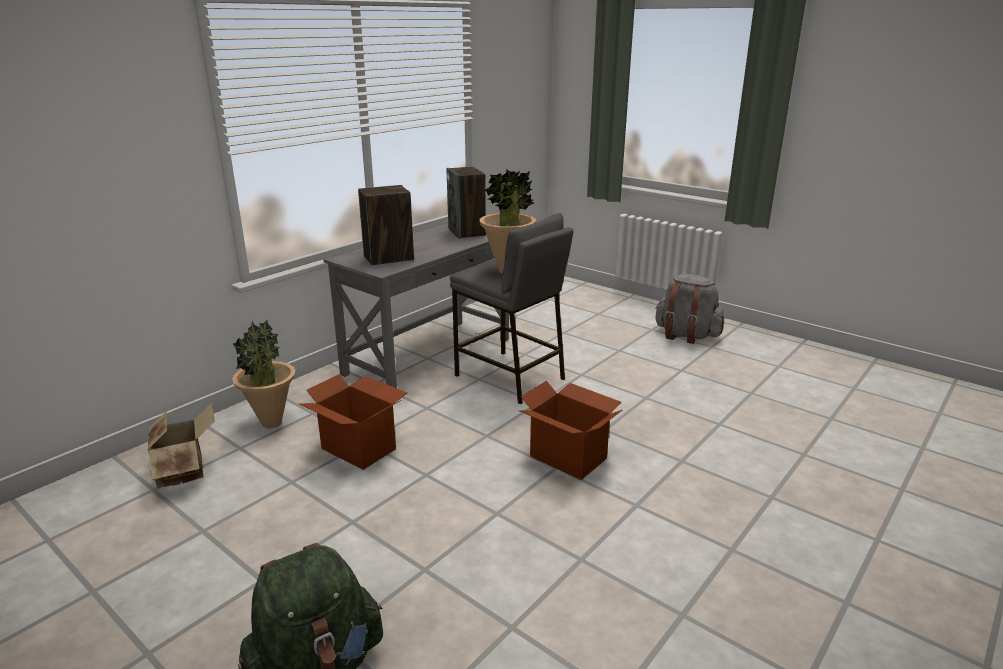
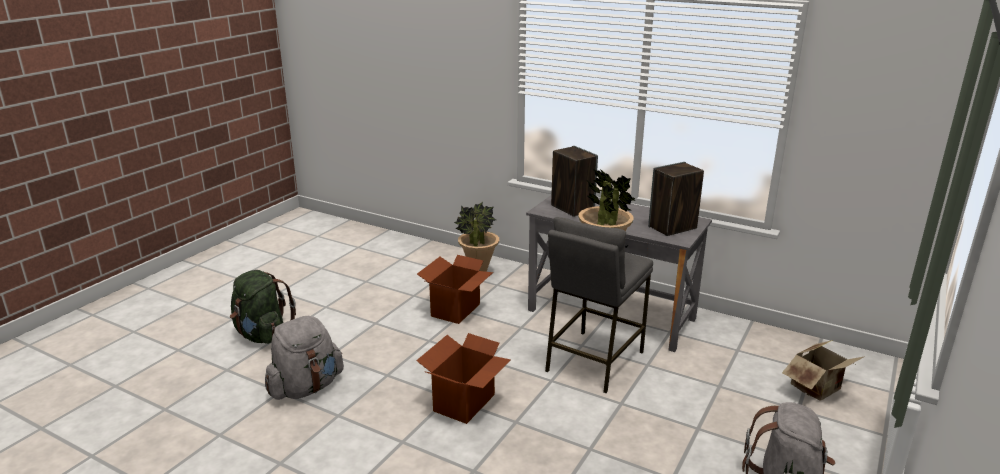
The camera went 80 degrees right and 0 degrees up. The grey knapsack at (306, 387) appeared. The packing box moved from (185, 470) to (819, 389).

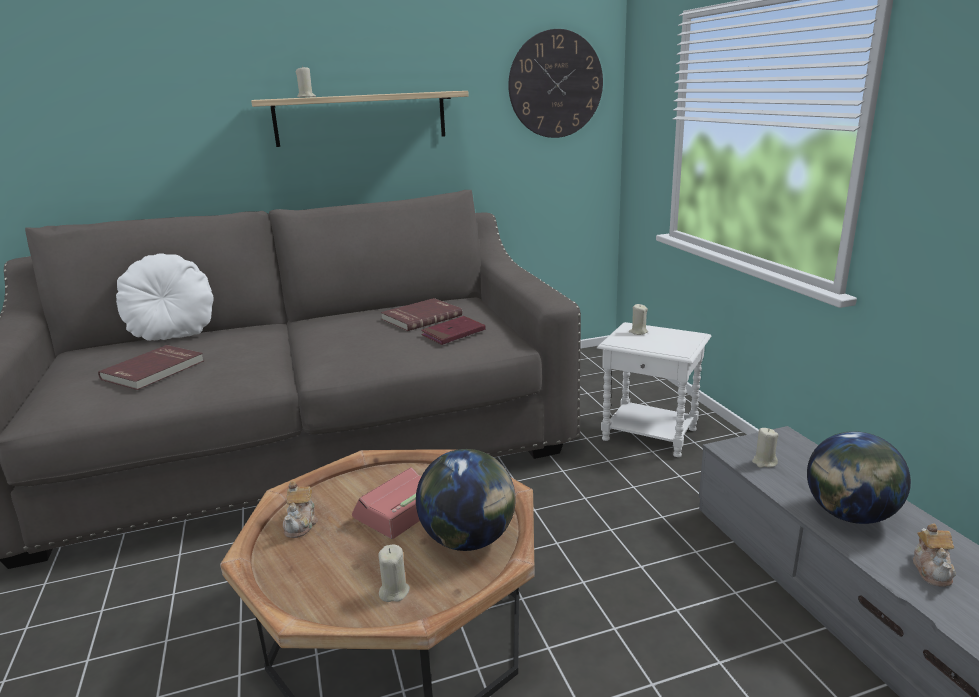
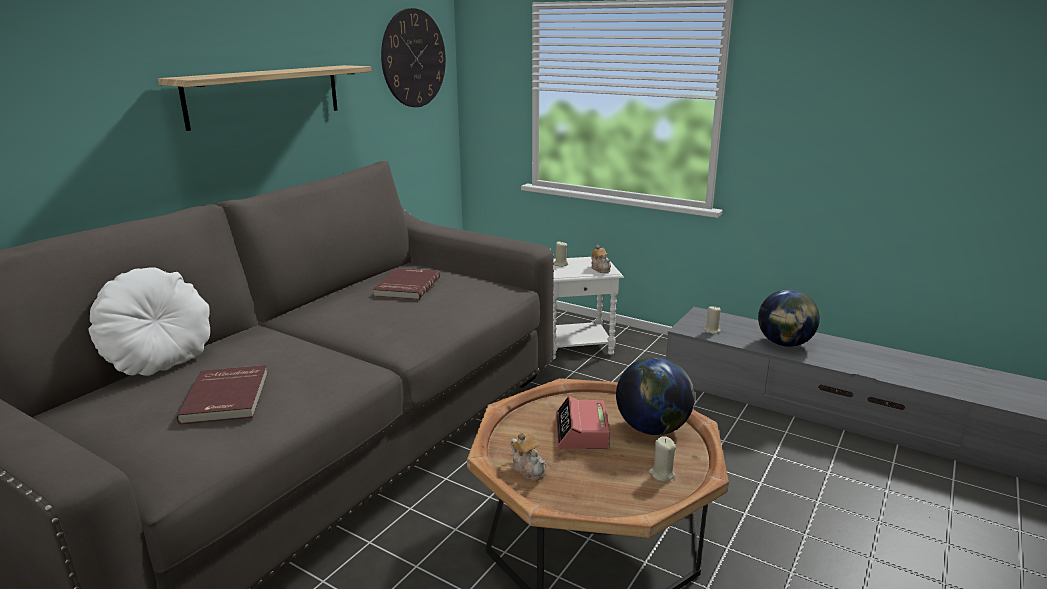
The camera went 40 degrees left and 0 degrees up. The beige wax candle at (306, 97) disappeared. The reddish bound book at (453, 333) disappeared. The tea pot moved from (932, 570) to (600, 269).

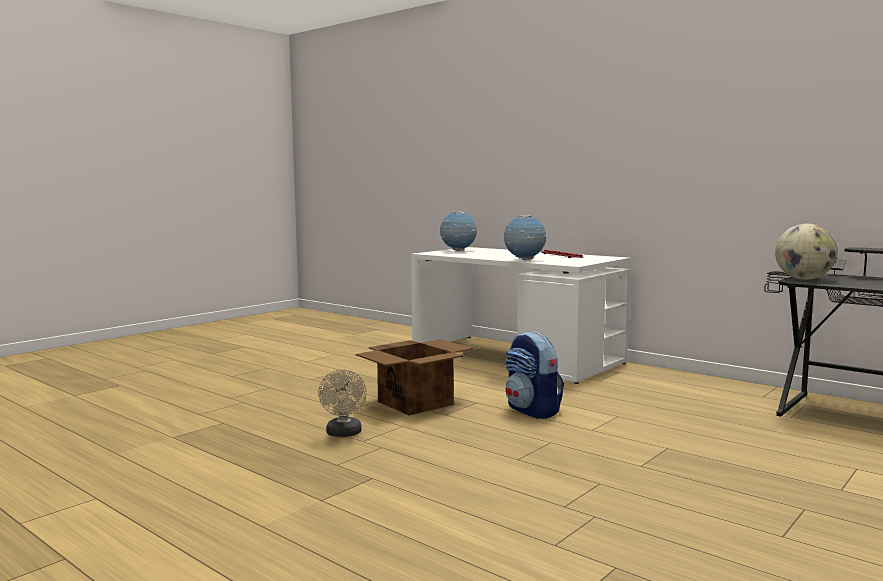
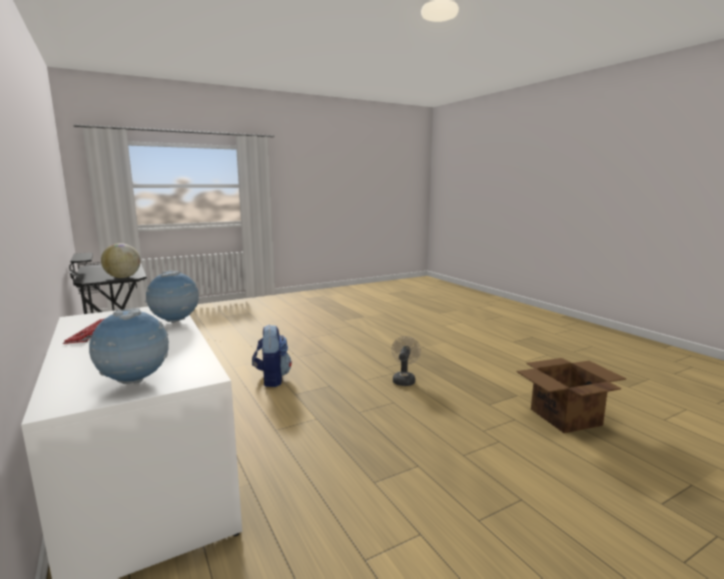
The camera went 160 degrees left and 5 degrees up. The packing box moved from (416, 403) to (564, 417).

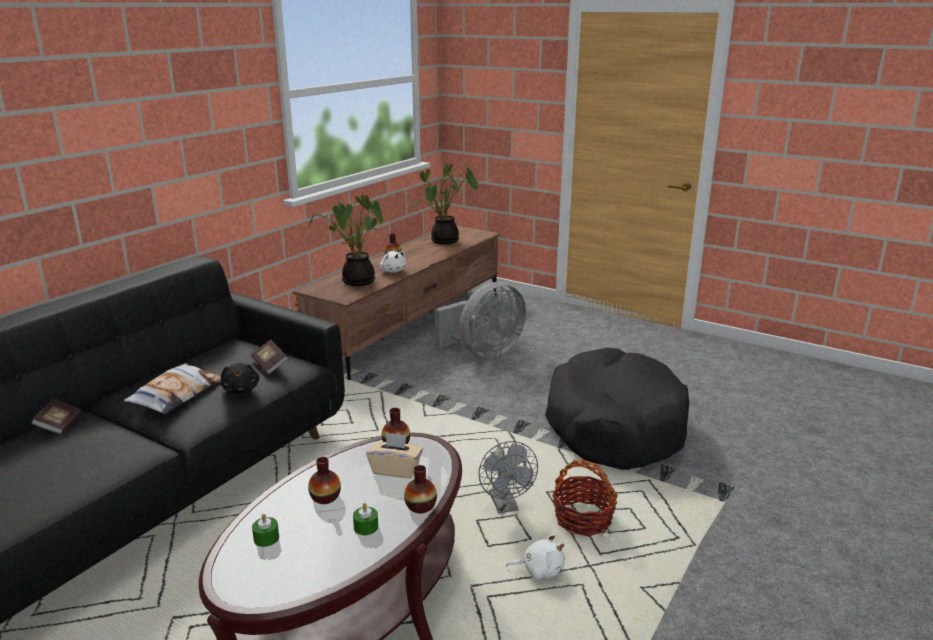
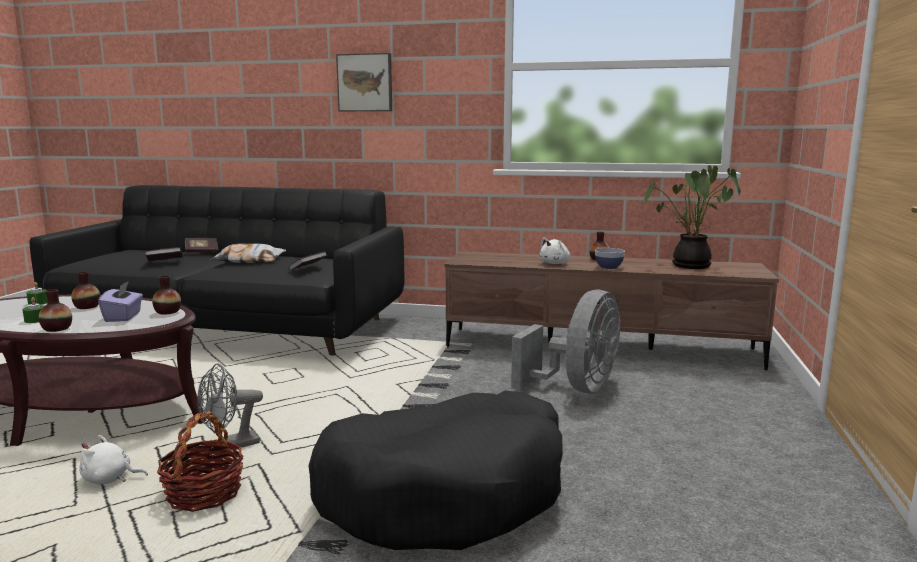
The camera went 70 degrees right and 10 degrees down. The black-coloured plush toy at (241, 389) disappeared. The potted plant at (355, 282) disappeared. The bound book at (165, 261) appeared. The wall art at (365, 83) appeared. The bowl at (609, 267) appeared. The beige tissue box at (396, 469) became the purple tissue box at (123, 317). The grey fan at (484, 353) turned 90 degrees counterclockwise. The white-coloured plush toy at (540, 570) turned 105 degrees clockwise.

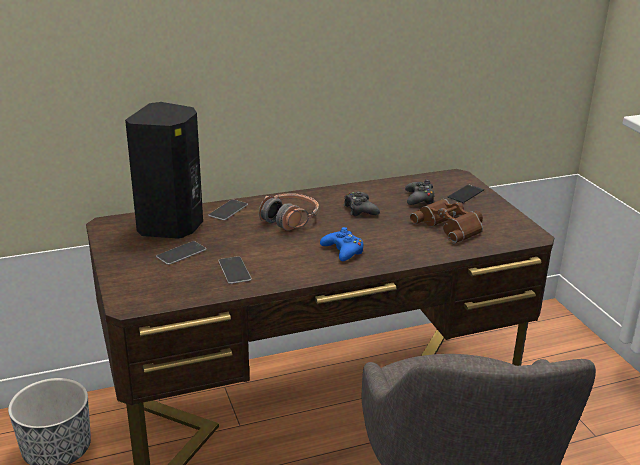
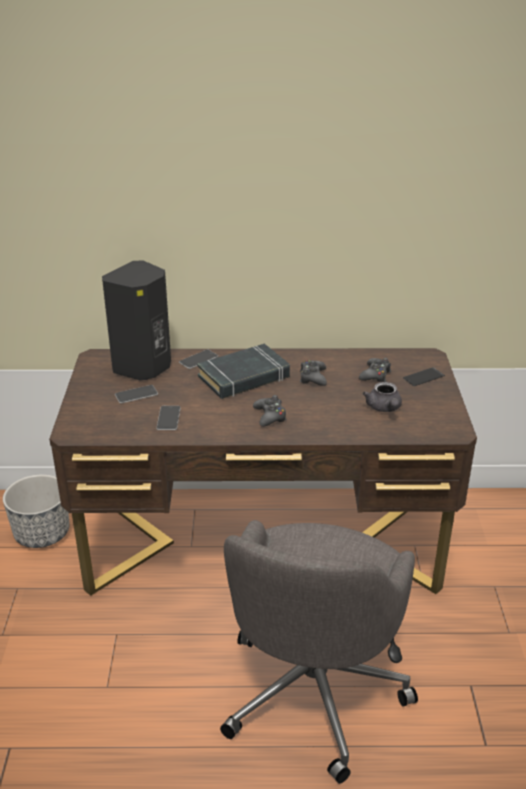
The camera went 20 degrees right and 5 degrees up. The pair of headphones at (289, 219) was replaced by the black-coloured bound book at (244, 377). The brownish field glasses at (450, 226) was replaced by the grey tea pot at (384, 408). The blue-coloured gamepad at (343, 251) became the black-coloured gamepad at (270, 416).

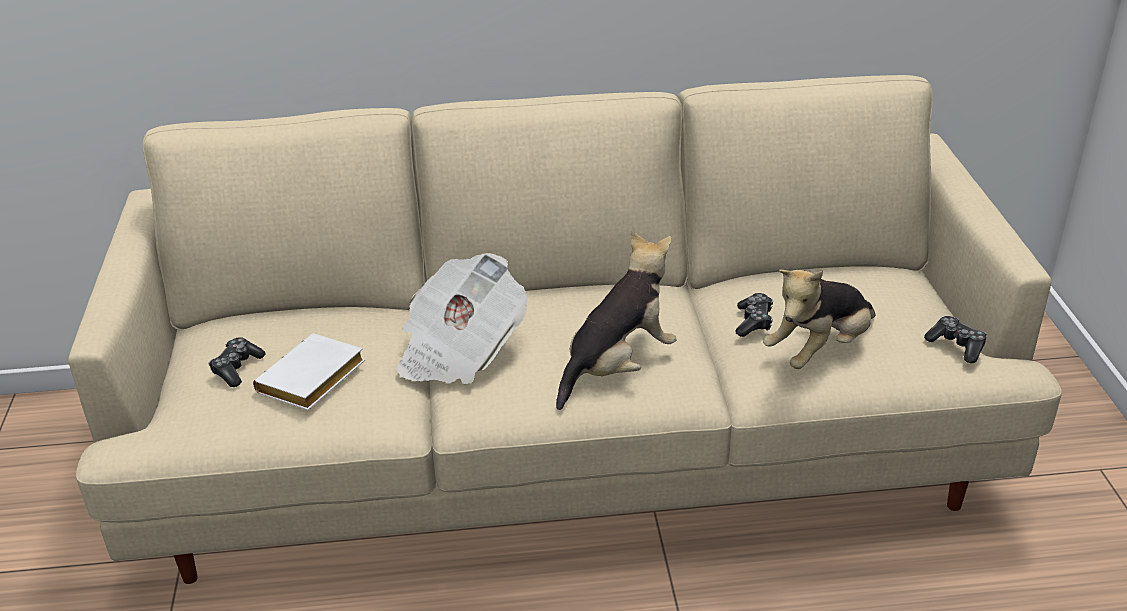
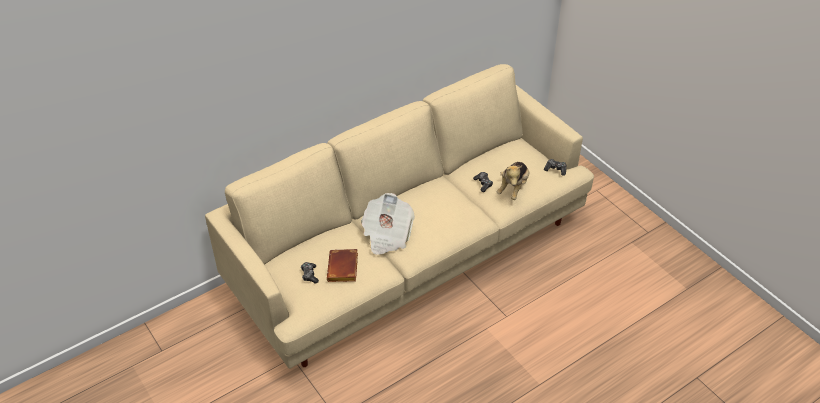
The camera went 30 degrees left and 10 degrees up. The plush toy at (617, 366) disappeared. The white-coloured bound book at (312, 381) became the brownish bound book at (344, 269).

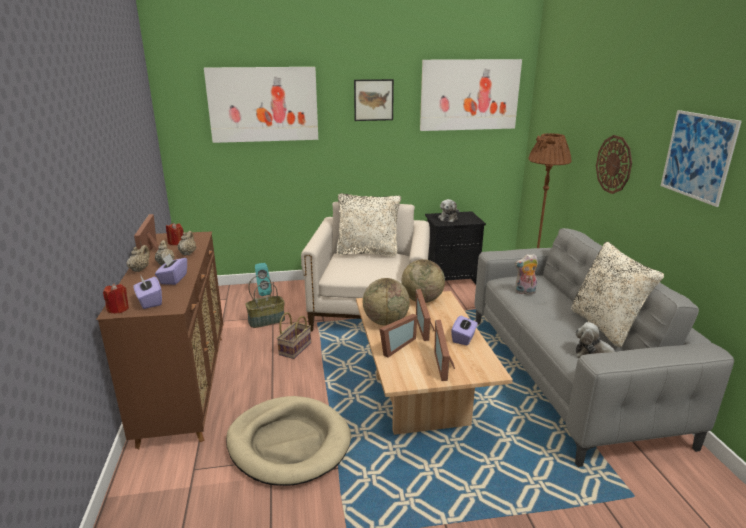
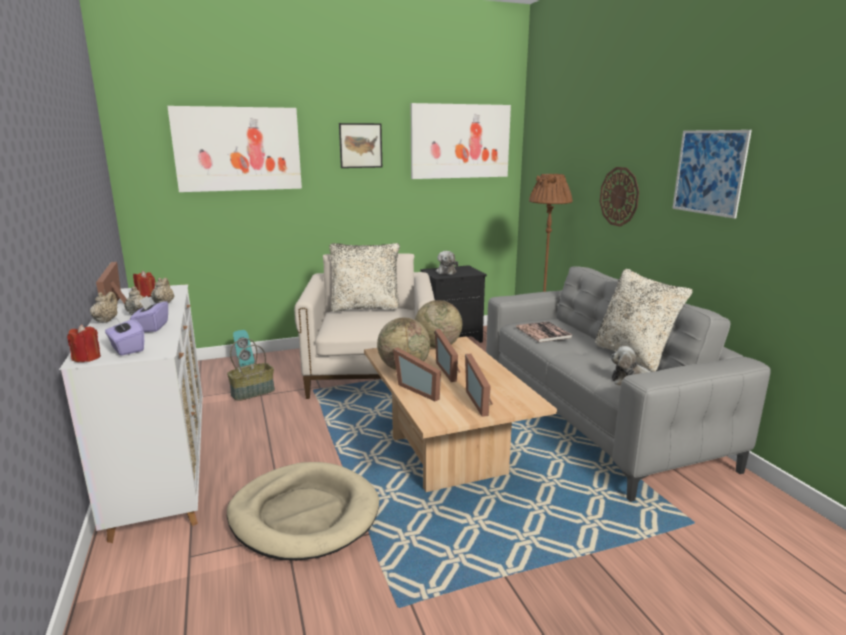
The camera went 10 degrees left and 5 degrees down. The basket at (295, 348) disappeared. The purple tissue box at (464, 338) disappeared. The plush toy at (524, 292) was replaced by the bound book at (543, 333). The brownish storage cabinet at (185, 385) became the white-coloured storage cabinet at (163, 467). The standing frame at (394, 346) turned 105 degrees clockwise.

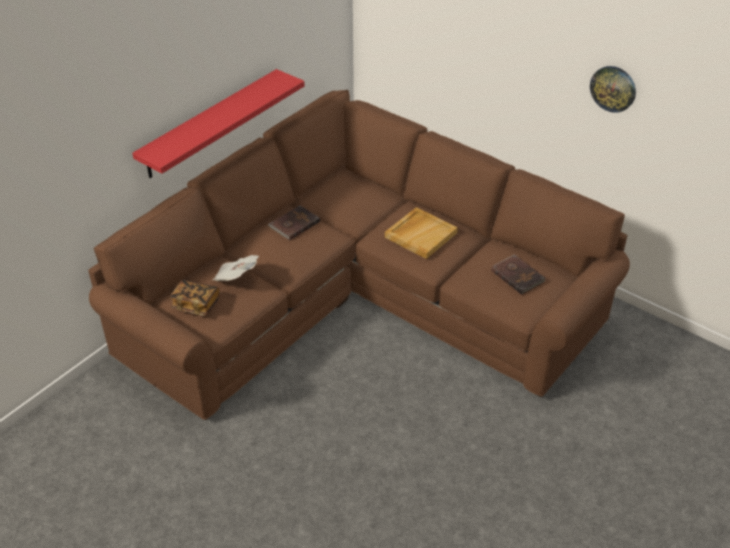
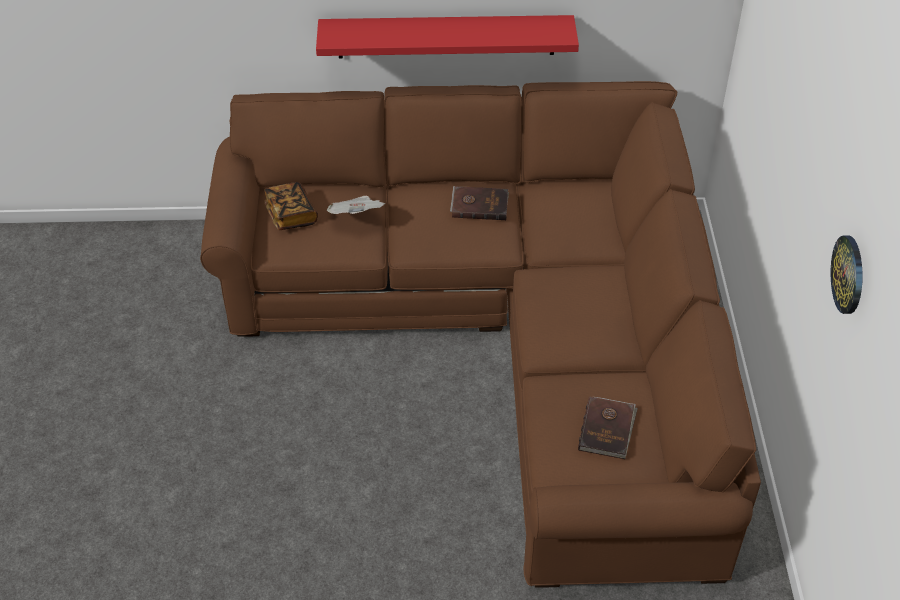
The camera went 50 degrees right and 5 degrees up. The beige serving tray at (420, 234) disappeared.

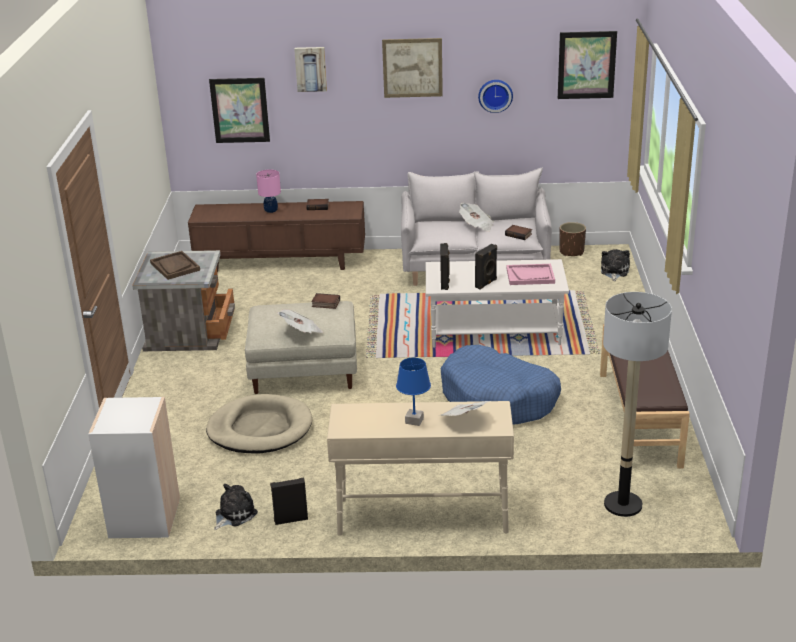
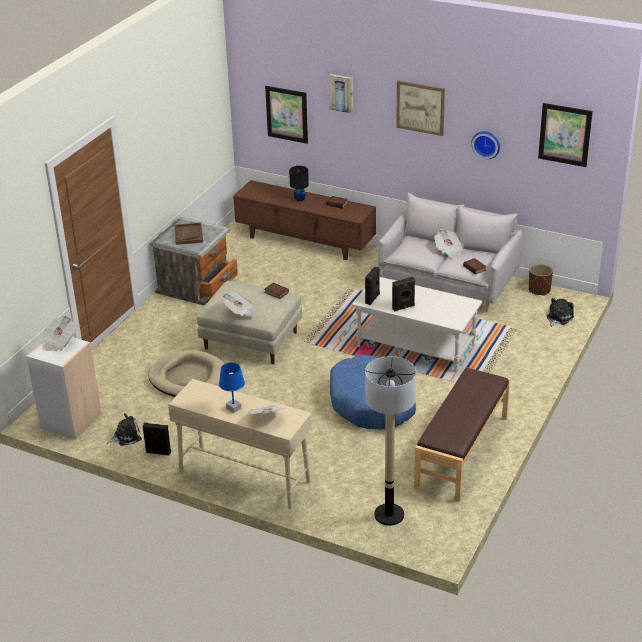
The camera went 25 degrees right and 5 degrees up. The pink serving tray at (530, 276) disappeared. The daily paper at (59, 342) appeared. The pink lamp for a table at (270, 211) became the black-coloured lamp for a table at (299, 200).

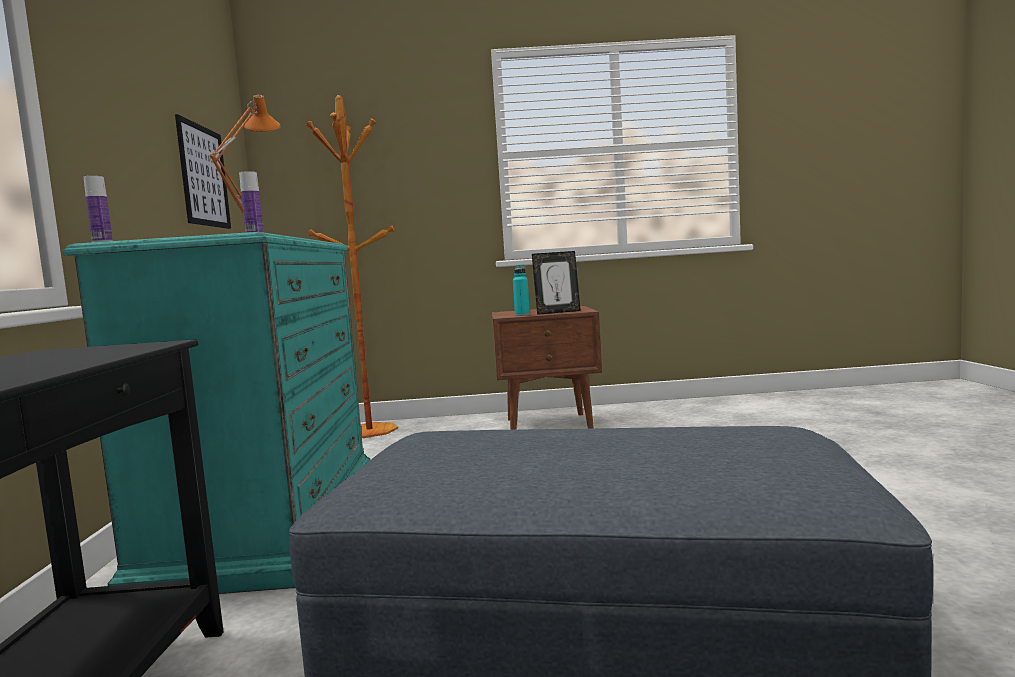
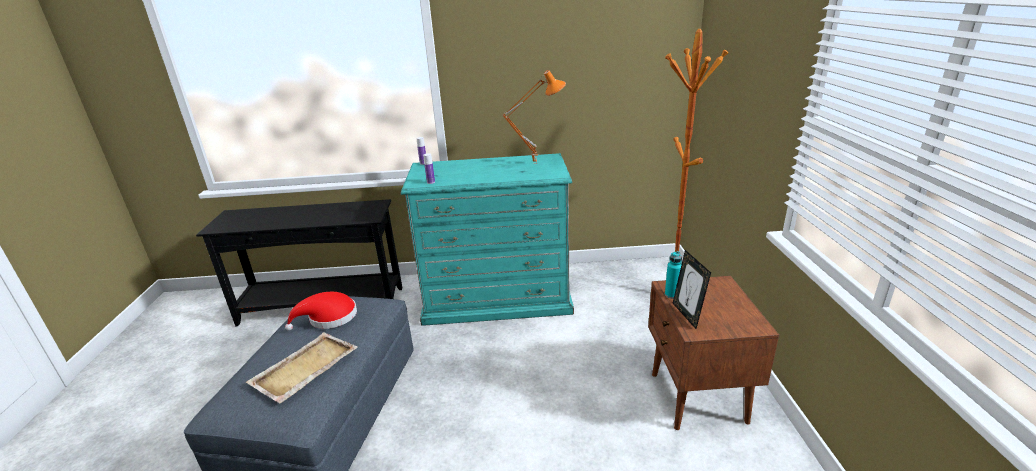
The camera went 90 degrees right and 20 degrees up. The wall art at (204, 176) disappeared. The beige serving tray at (304, 368) appeared. The reddish clothing hat at (329, 318) appeared.

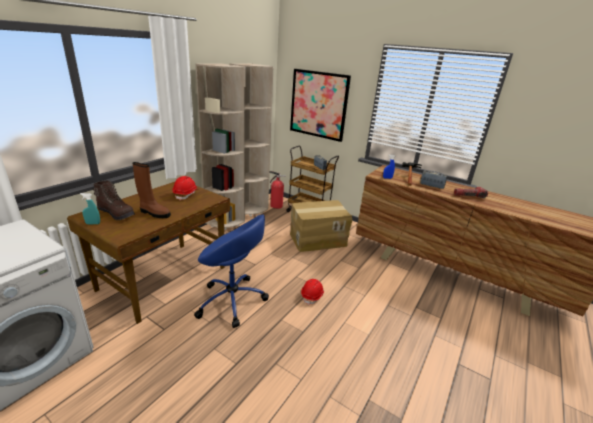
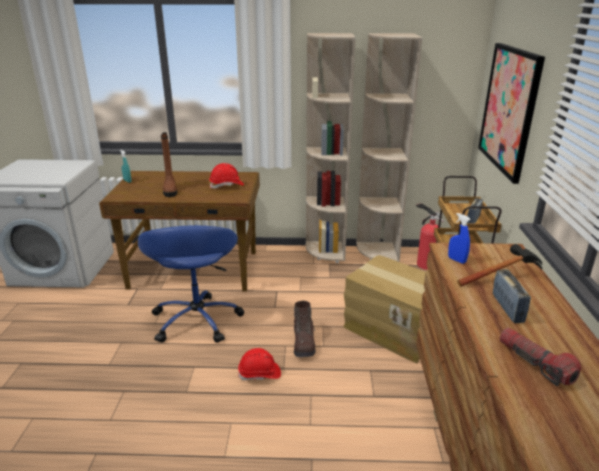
The camera went 60 degrees right and 0 degrees up. The brownish high-top boot moved from (116, 213) to (304, 343).

